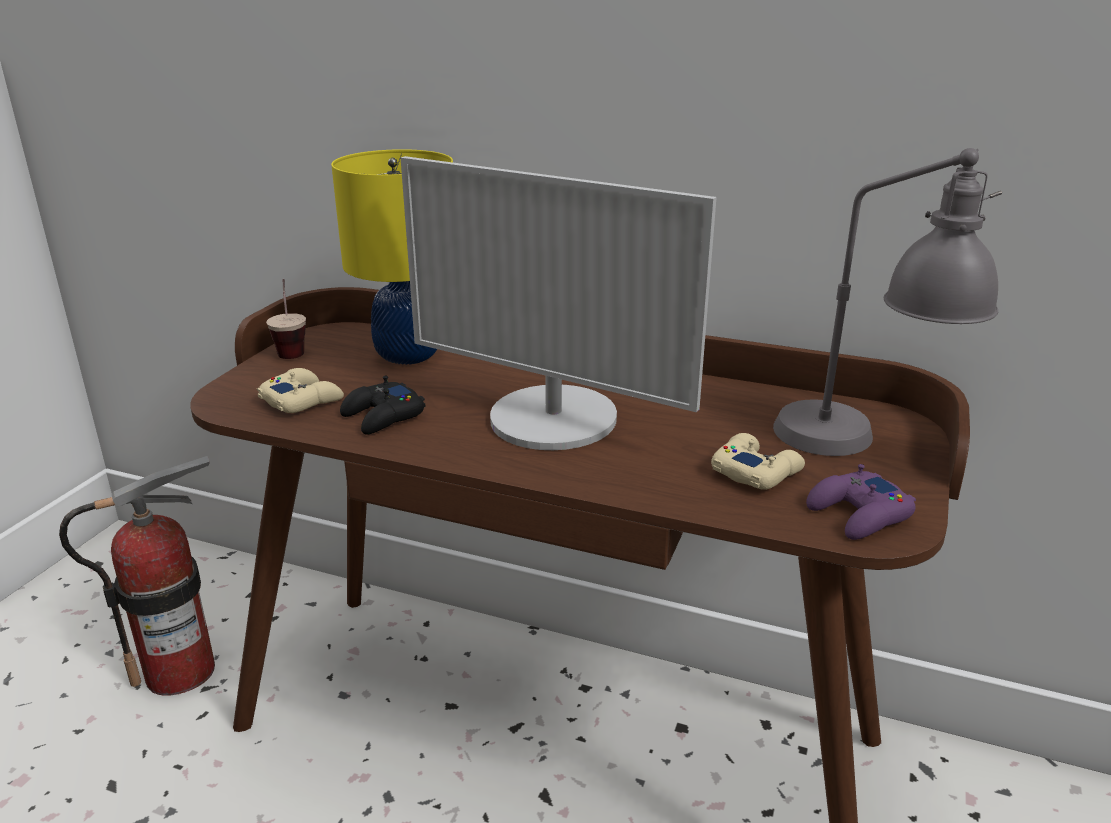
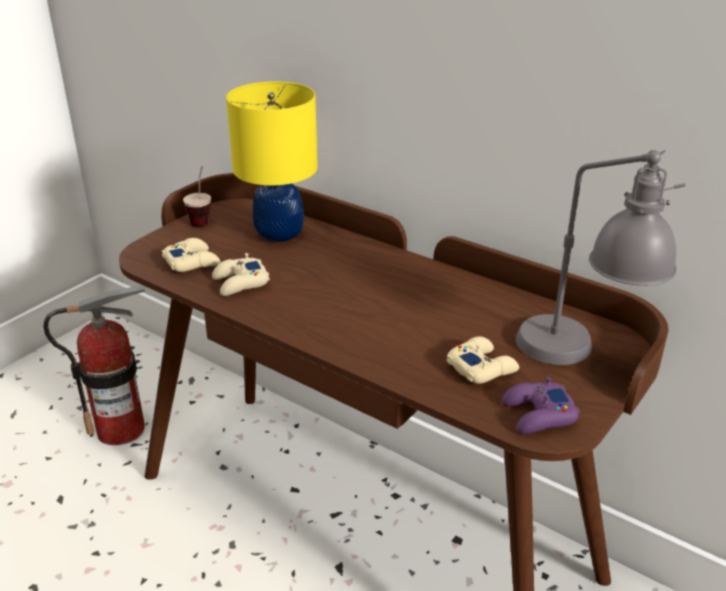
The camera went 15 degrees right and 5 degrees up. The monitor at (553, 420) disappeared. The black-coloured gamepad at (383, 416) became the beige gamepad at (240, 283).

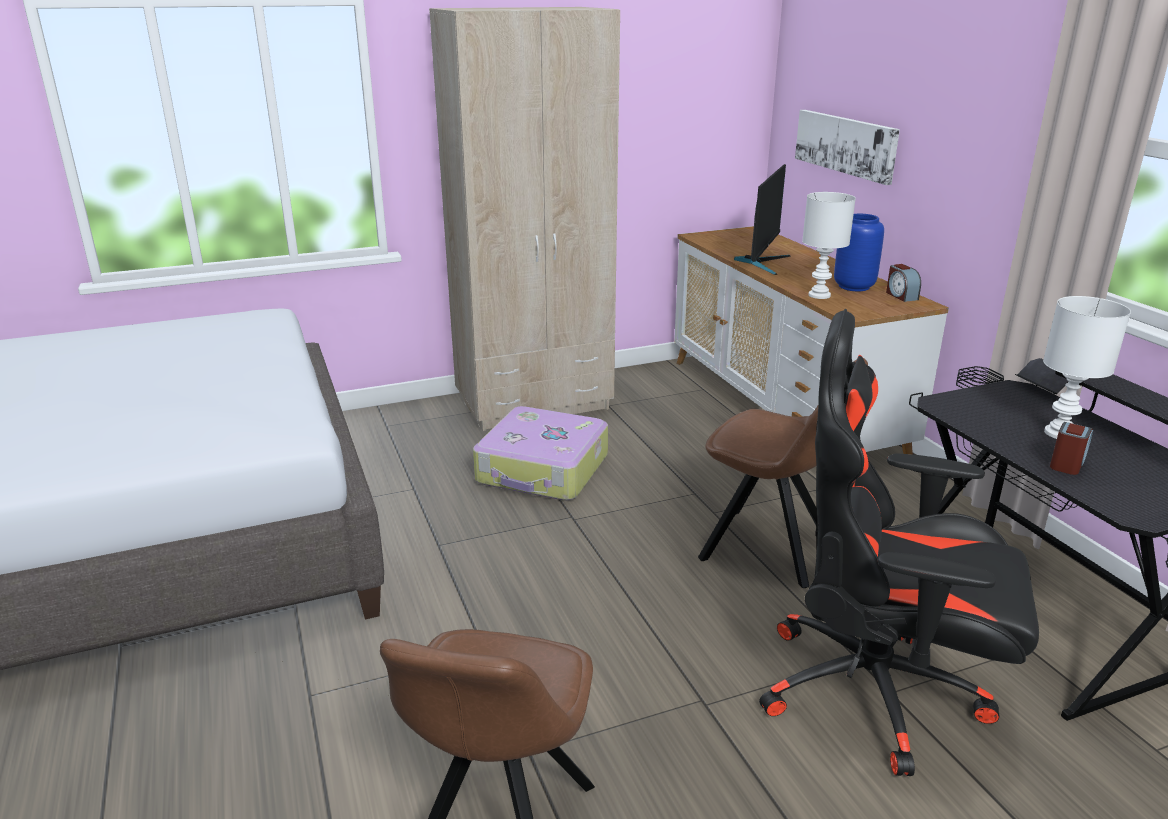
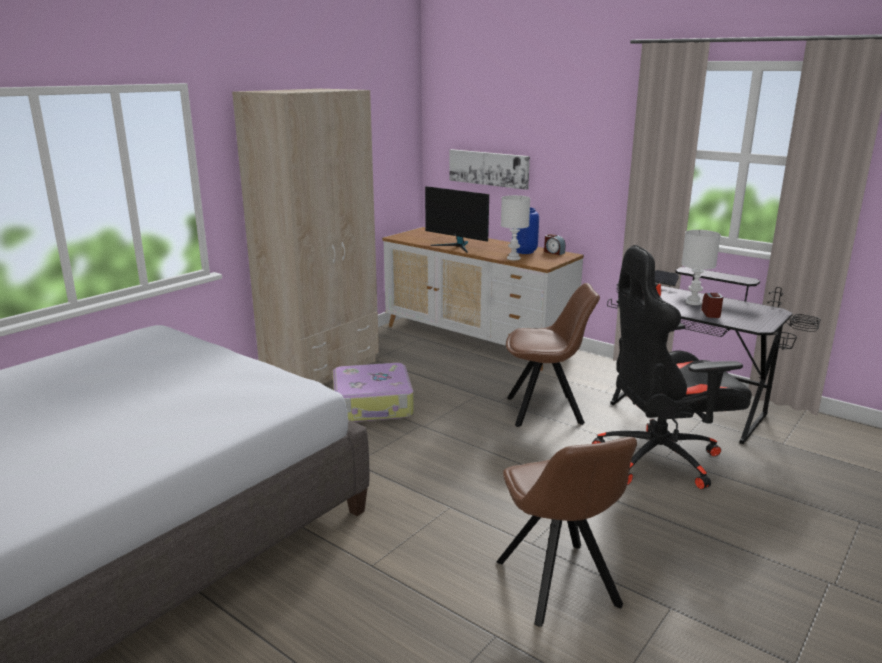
The camera went 30 degrees left and 5 degrees down. The monitor at (762, 262) turned 135 degrees clockwise.

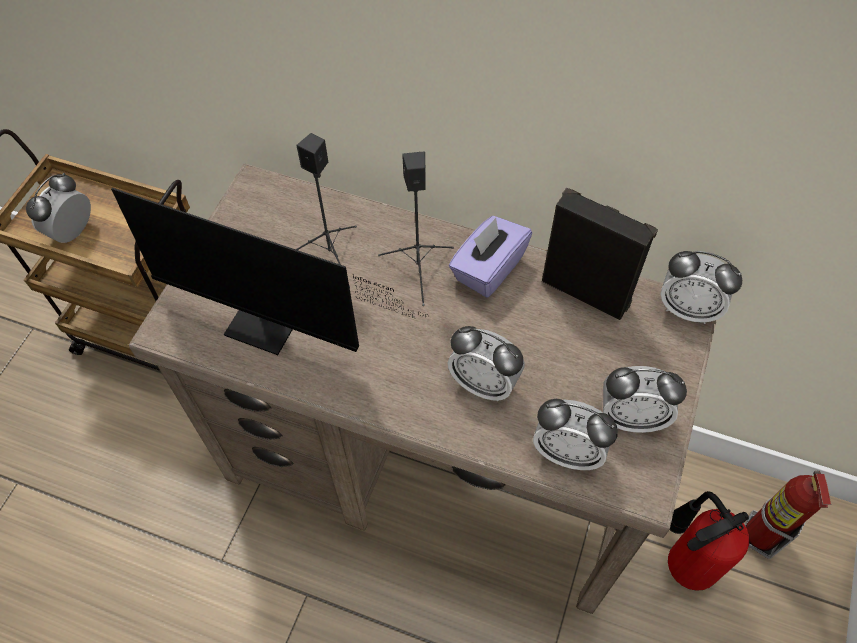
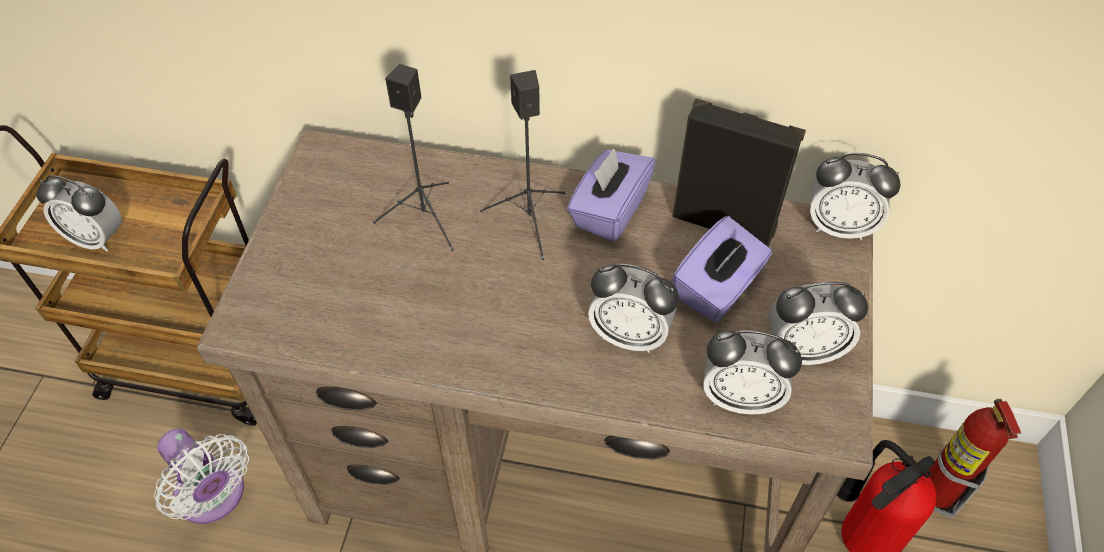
The camera went 10 degrees left and 5 degrees down. The monitor at (274, 327) disappeared. The white-coloured fan at (214, 497) appeared. The purple tissue box at (717, 289) appeared. The alarm clock at (73, 232) turned 90 degrees counterclockwise.

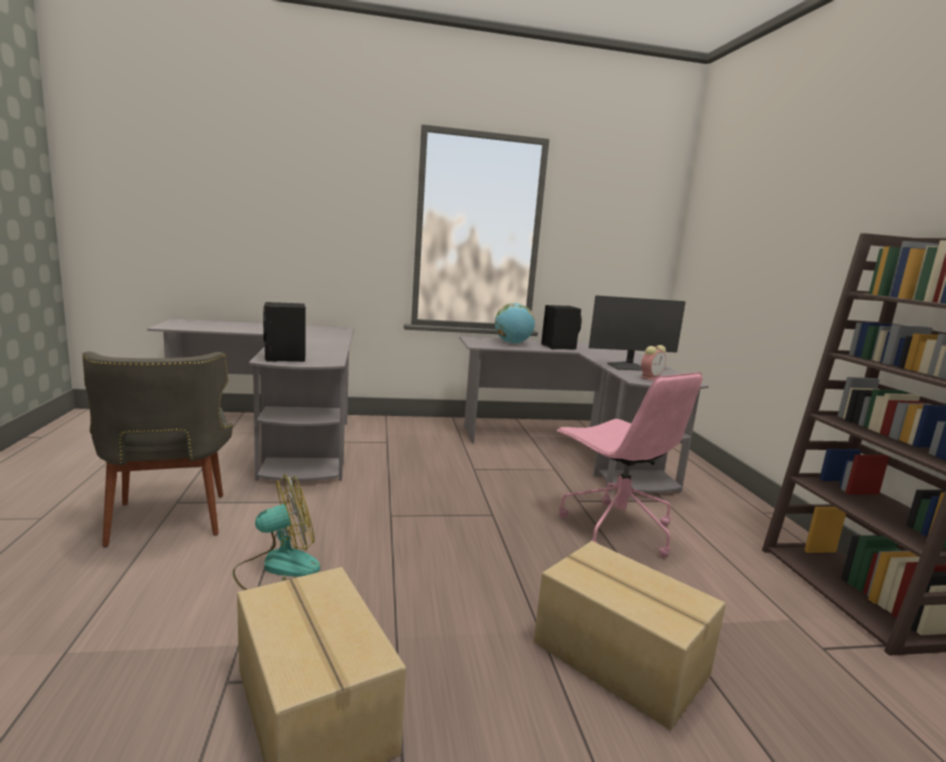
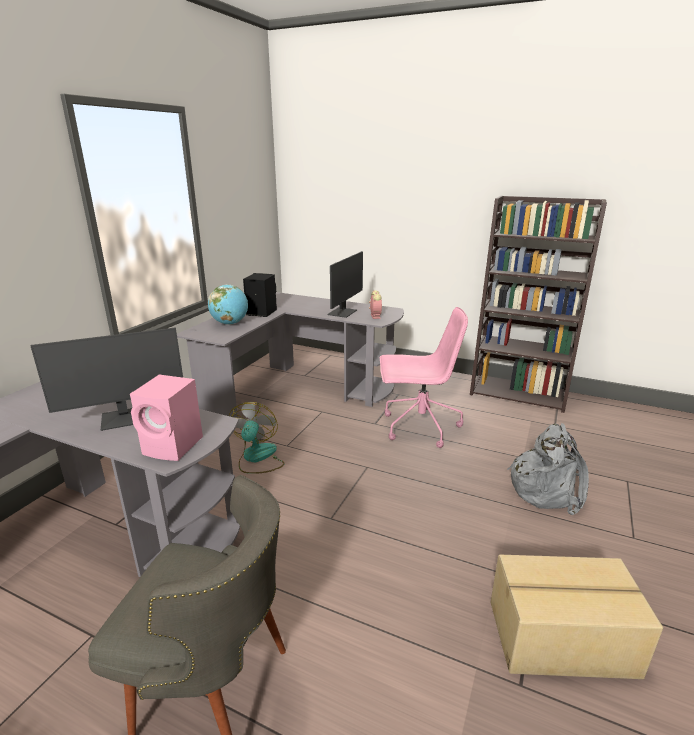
The camera went 55 degrees left and 10 degrees up. The monitor at (125, 419) appeared. The fan moved from (277, 568) to (257, 458). The packing box at (619, 660) was replaced by the grey knapsack at (546, 489). The black-coloured audio speaker at (285, 358) became the pink audio speaker at (174, 446).

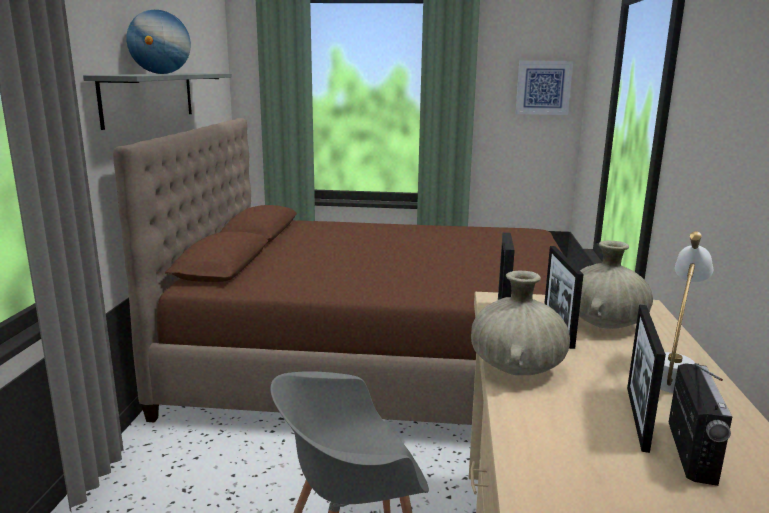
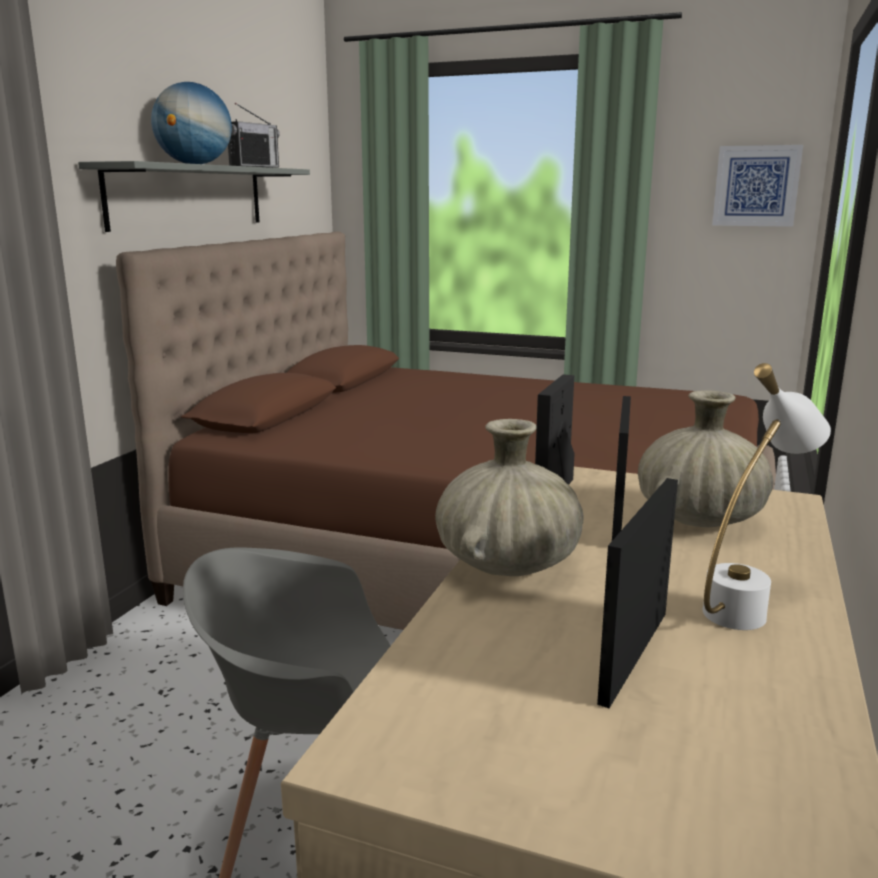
The camera went 15 degrees right and 0 degrees up. The radio moved from (691, 452) to (254, 167).

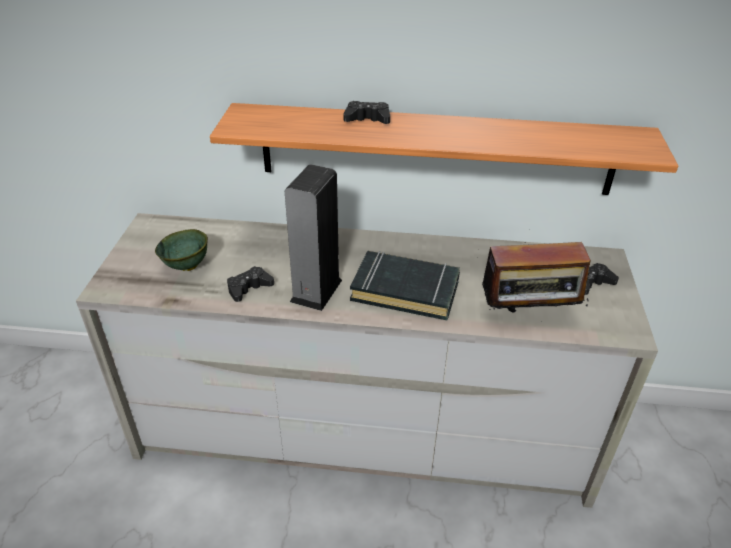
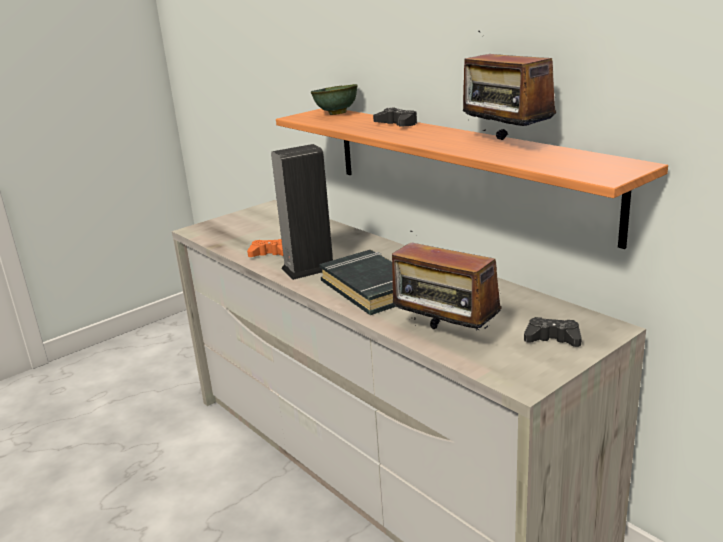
The camera went 45 degrees right and 15 degrees down. The radio at (505, 145) appeared. The green-coloured bowl moved from (186, 267) to (336, 114). The black-coloured gamepad at (249, 288) became the orange-coloured gamepad at (269, 254).

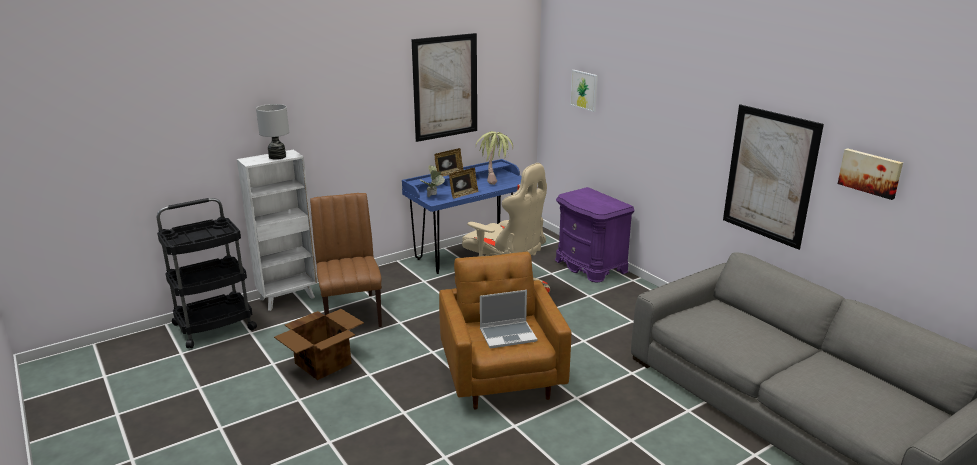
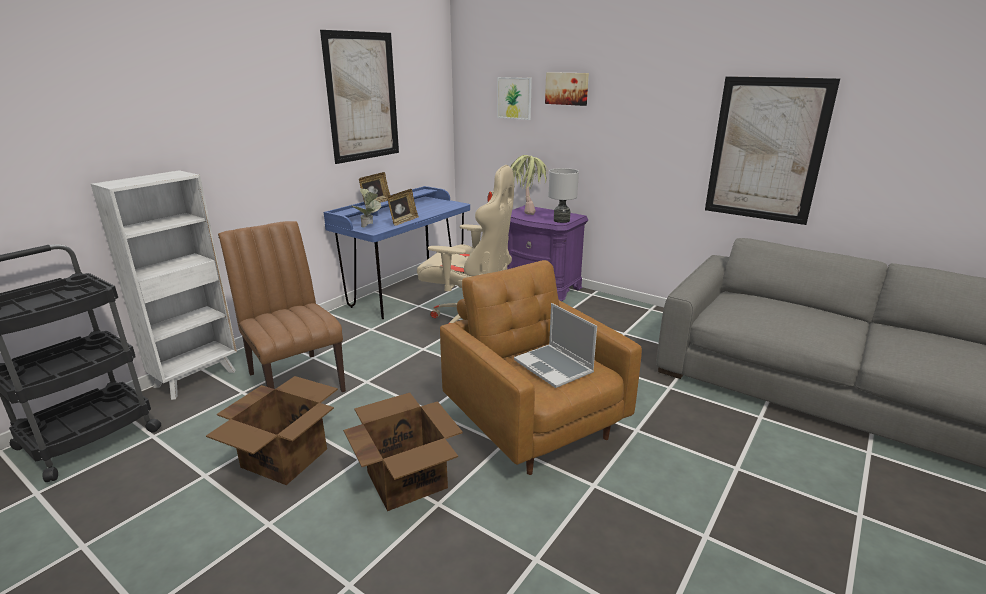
The camera went 20 degrees left and 0 degrees up. The packing box at (407, 479) appeared. The grey lamp for a table moved from (277, 157) to (561, 220). The potted plant moved from (494, 180) to (527, 211). The wall art moved from (870, 173) to (567, 88). The notebook computer at (508, 335) turned 90 degrees clockwise.

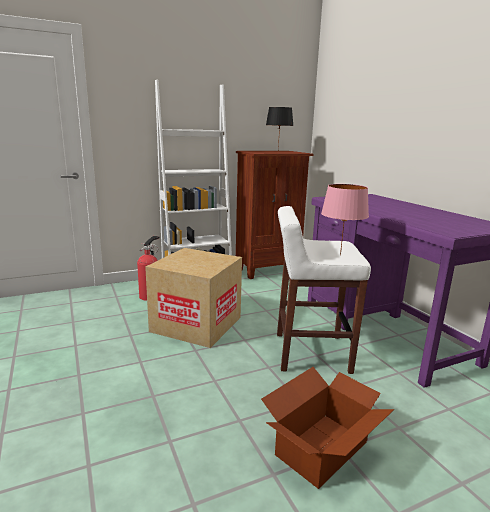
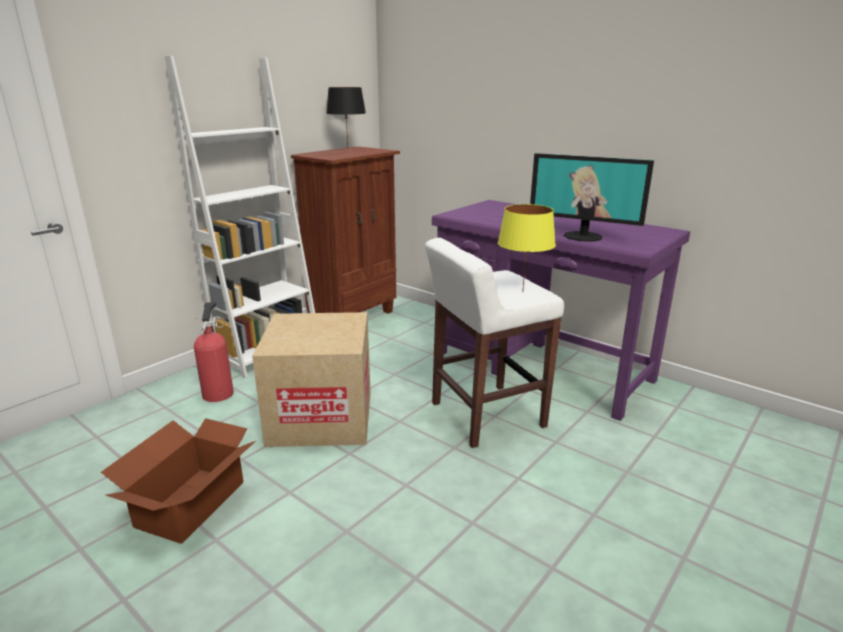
The camera went 25 degrees left and 5 degrees up. The monitor at (583, 236) appeared. The packing box moved from (320, 448) to (189, 504). The pink lamp for a table at (340, 255) became the yellow lamp for a table at (522, 292).

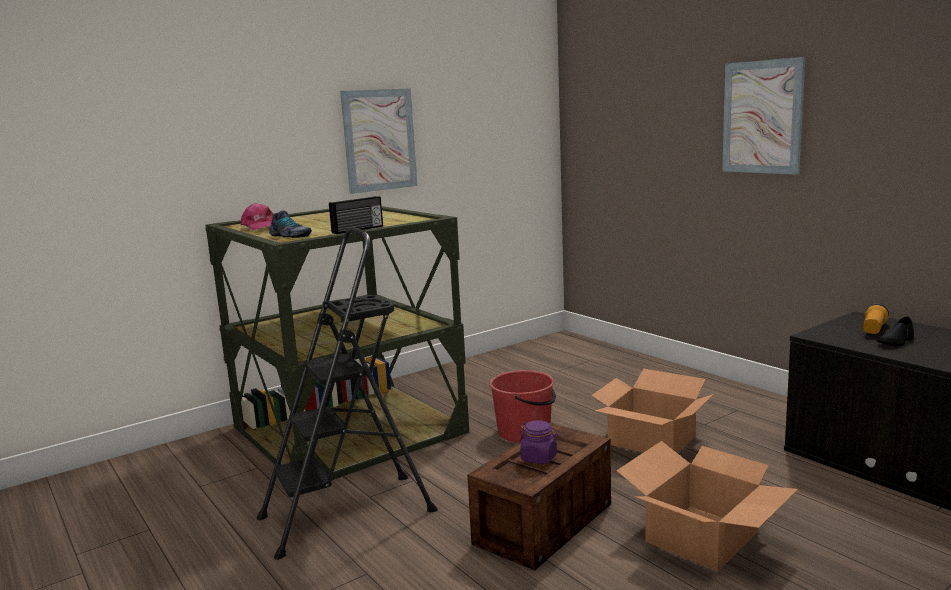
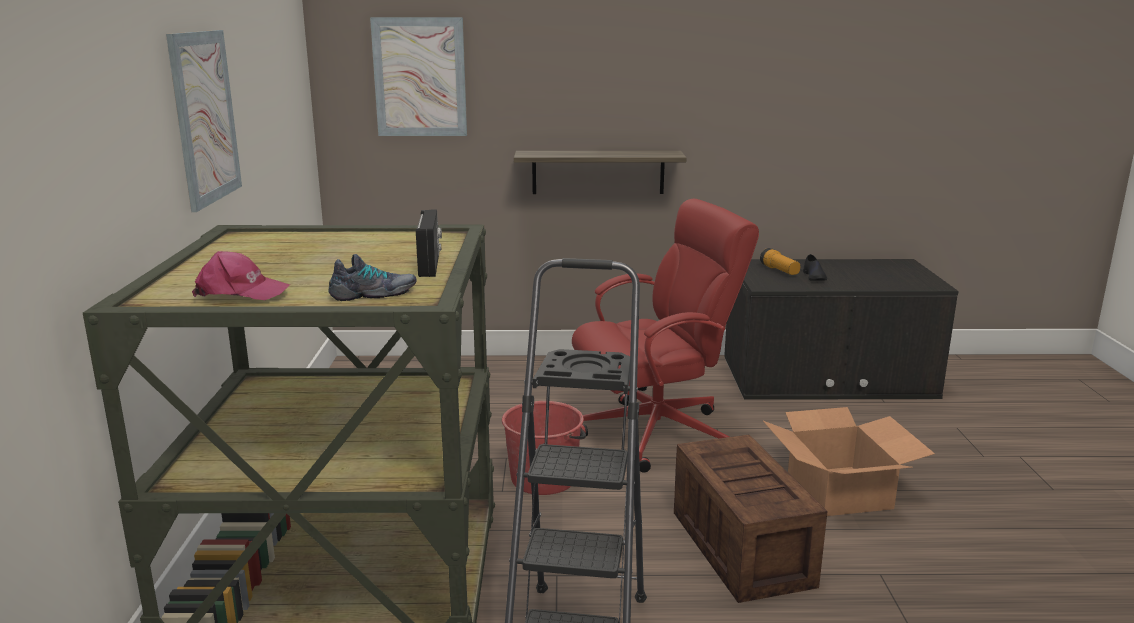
The camera went 55 degrees left and 5 degrees up. The purple preserve jar at (539, 458) disappeared. The shelf at (598, 172) appeared. The wall art moved from (762, 117) to (420, 77). The packing box at (651, 440) was replaced by the reddish office chair at (655, 434).

